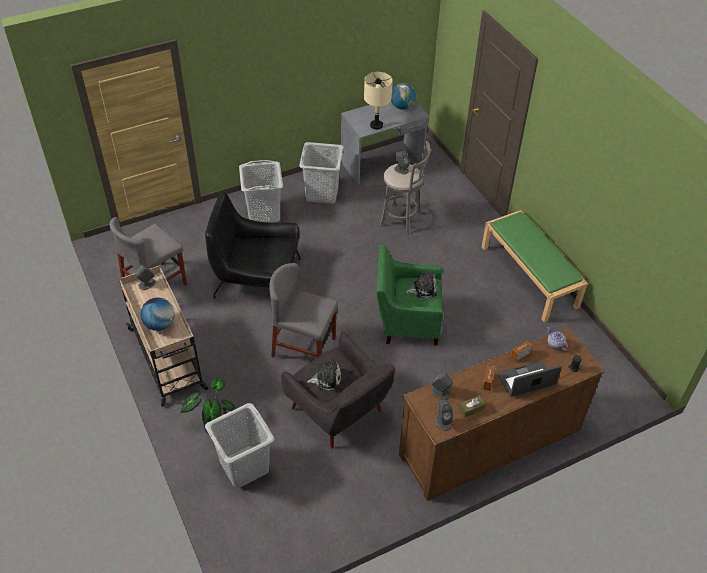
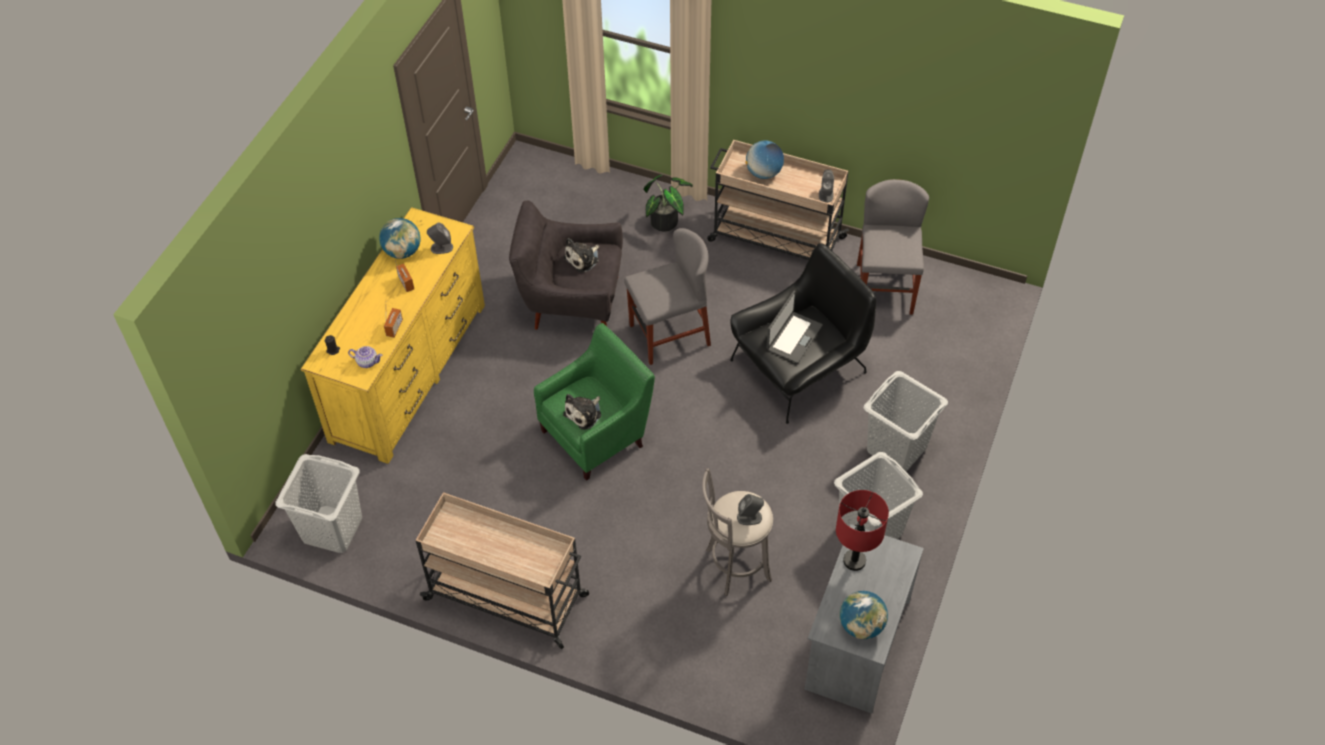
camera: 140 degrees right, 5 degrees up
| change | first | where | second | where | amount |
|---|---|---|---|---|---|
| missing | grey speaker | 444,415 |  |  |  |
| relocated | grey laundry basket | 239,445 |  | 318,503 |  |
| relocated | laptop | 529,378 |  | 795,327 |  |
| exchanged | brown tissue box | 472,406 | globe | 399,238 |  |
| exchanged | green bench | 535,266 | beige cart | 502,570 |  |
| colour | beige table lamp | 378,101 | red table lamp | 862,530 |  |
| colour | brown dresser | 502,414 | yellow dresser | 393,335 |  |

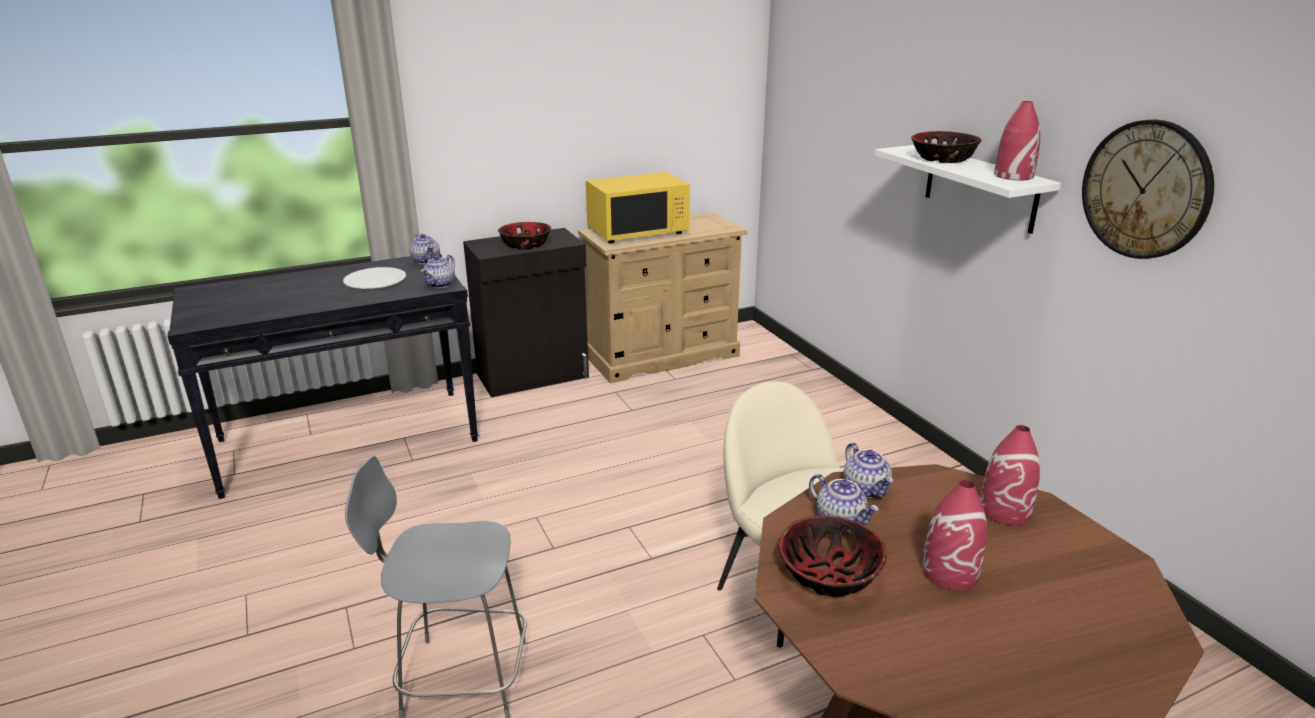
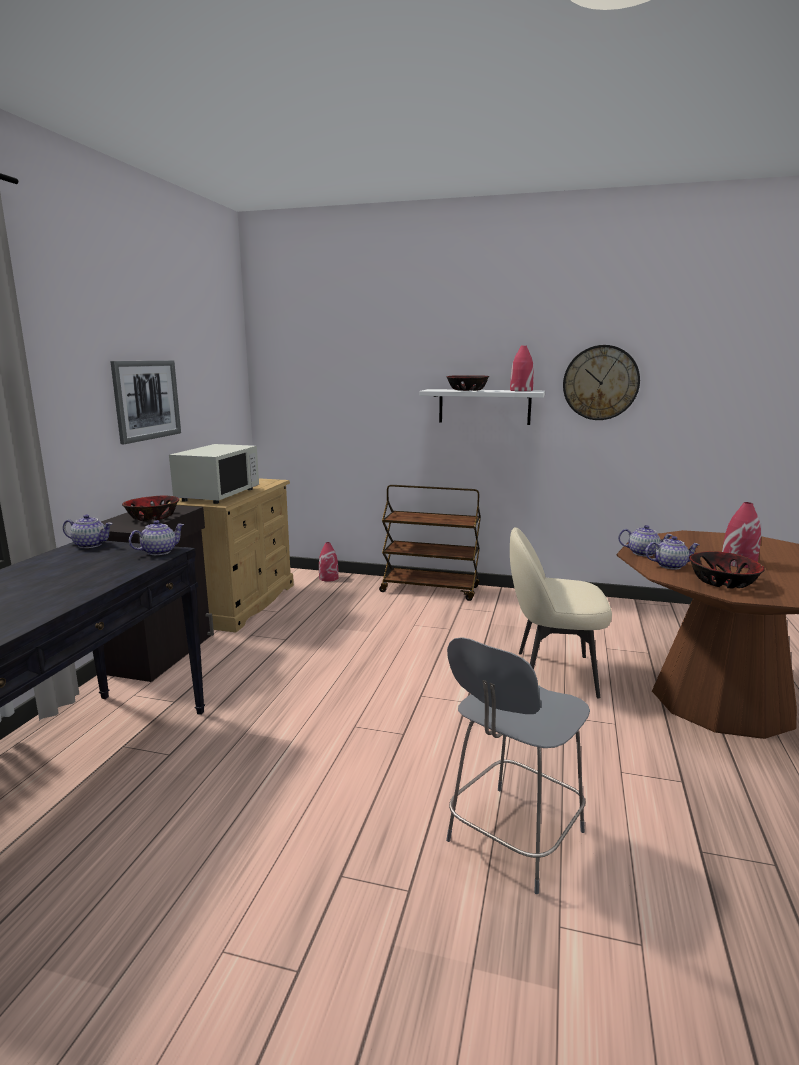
camera: 50 degrees left, 10 degrees down
| change | first | where | second | where | amount |
|---|---|---|---|---|---|
| missing | white plate | 374,278 |  |  |  |
| appeared |  |  | picture | 145,402 |  |
| appeared |  |  | brown cart | 430,543 |  |
| relocated | red vase | 1010,475 |  | 329,562 |  |
| colour | yellow microwave | 638,208 | white microwave | 214,474 |  |
| spun | teapot | 437,271 |  | 156,537 | 105 degrees counterclockwise |

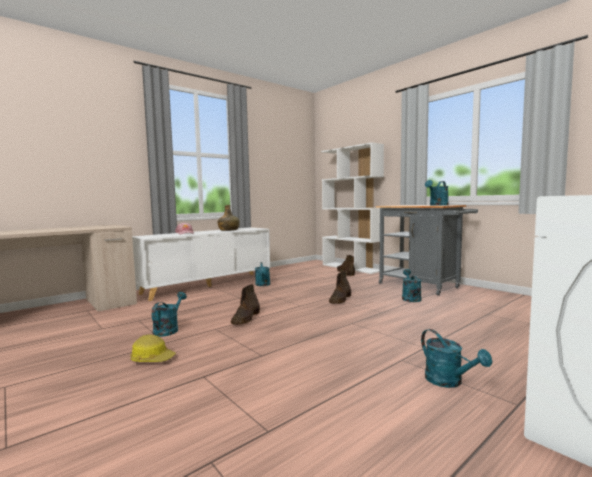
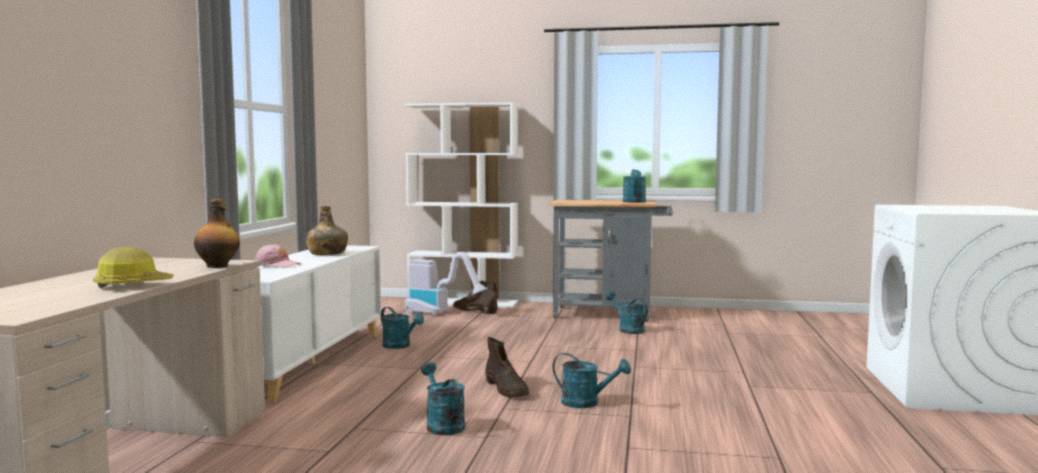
camera: 40 degrees left, 0 degrees up
| change | first | where | second | where | amount |
|---|---|---|---|---|---|
| missing | brown boot | 340,287 |  |  |  |
| appeared |  |  | bottle | 217,233 |  |
| appeared |  |  | vacuum cleaner | 446,284 |  |
| relocated | hard hat | 153,348 |  | 133,268 |  |
| relocated | turquoise watering can | 456,358 |  | 591,380 |  |

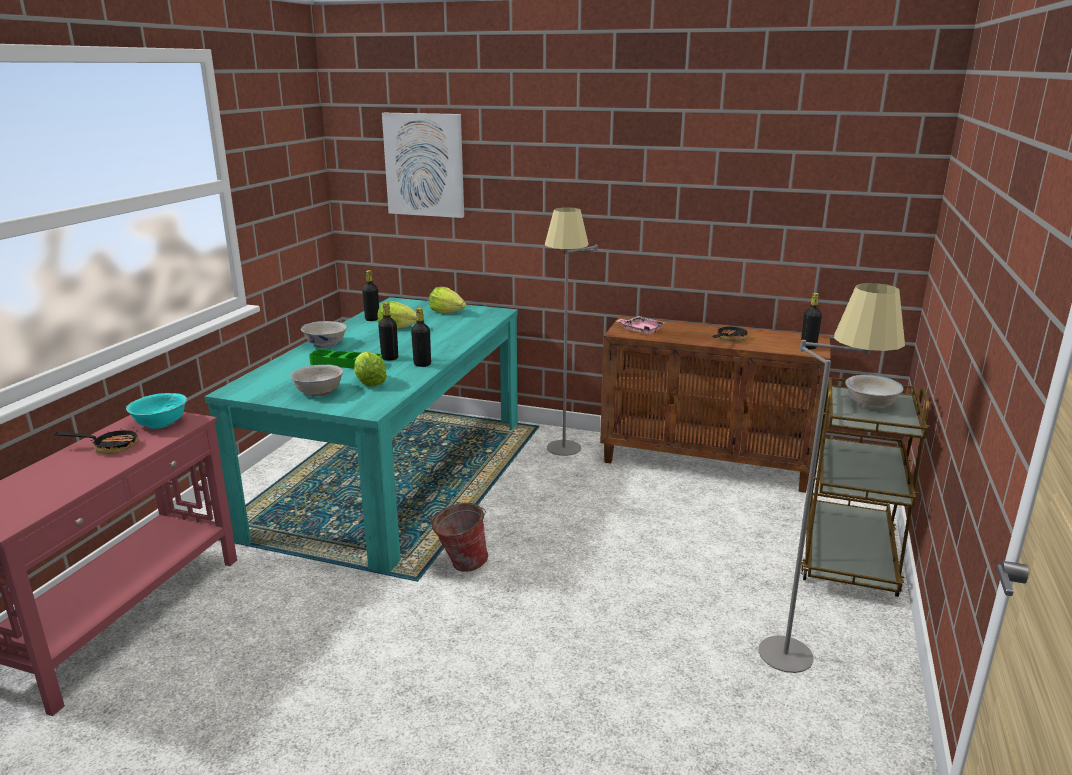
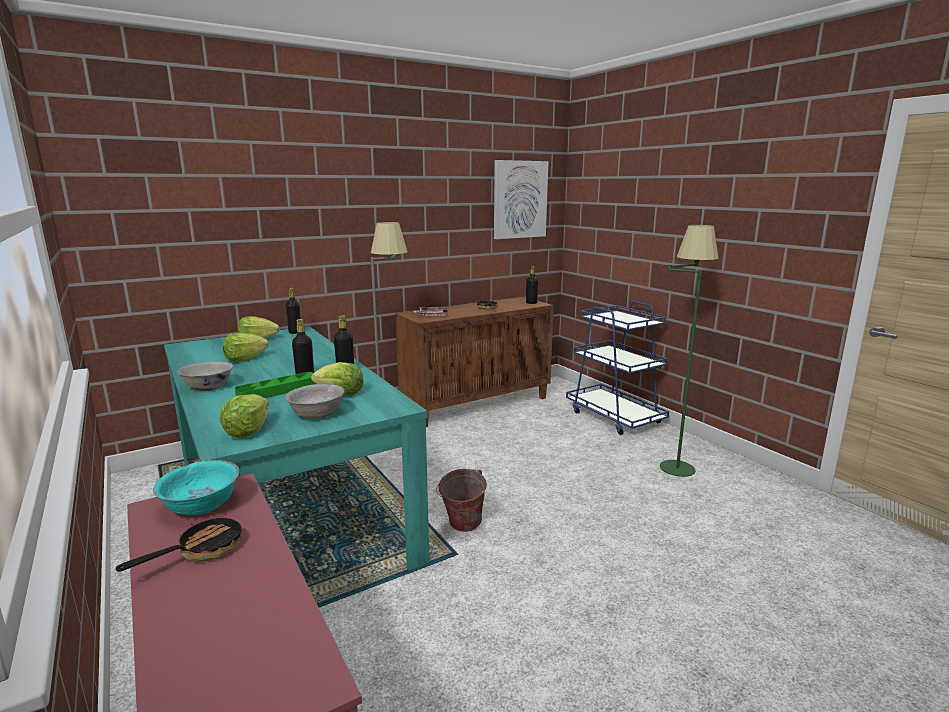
camera: 50 degrees left, 5 degrees down
| change | first | where | second | where | amount |
|---|---|---|---|---|---|
| missing | white bowl | 874,392 |  |  |  |
| appeared |  |  | lettuce | 244,416 |  |
| relocated | black bottle | 370,295 |  | 293,311 |  |
| relocated | picture | 423,165 |  | 521,199 |  |
| colour | grey floor lamp | 831,478 | green floor lamp | 689,351 |  |
| colour | brown cart | 865,487 | blue cart | 617,368 |  |

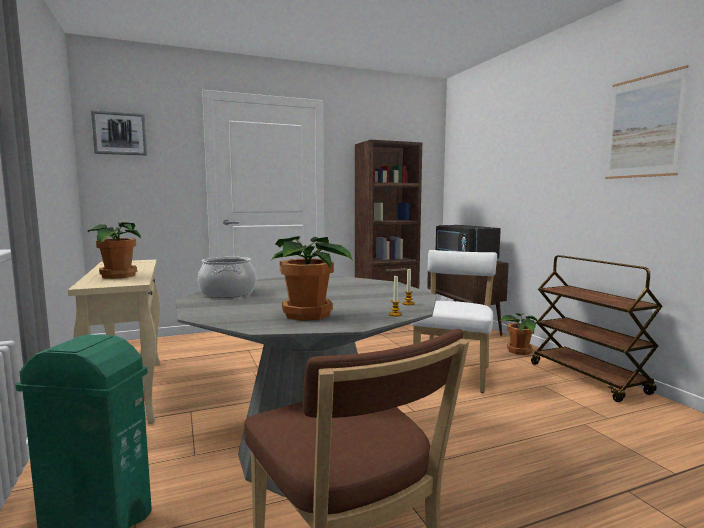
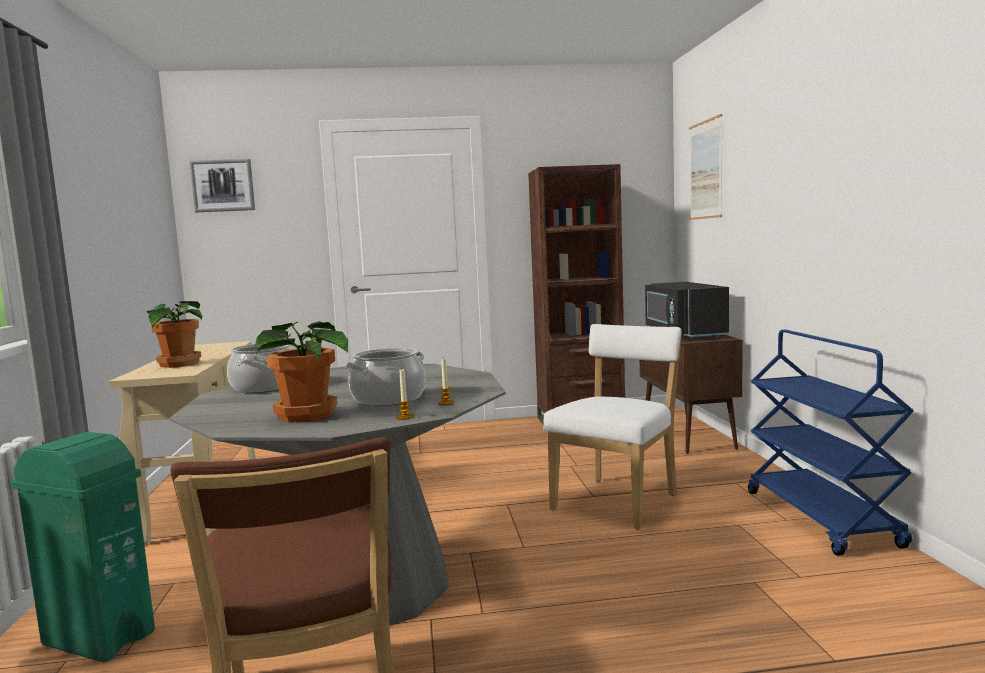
camera: 15 degrees right, 0 degrees up
| change | first | where | second | where | amount |
|---|---|---|---|---|---|
| missing | potted plant | 518,334 |  |  |  |
| appeared |  |  | cooking pot | 386,377 |  |
| relocated | picture | 647,122 |  | 705,167 |  |
| colour | brown cart | 597,328 | blue cart | 831,442 |  |

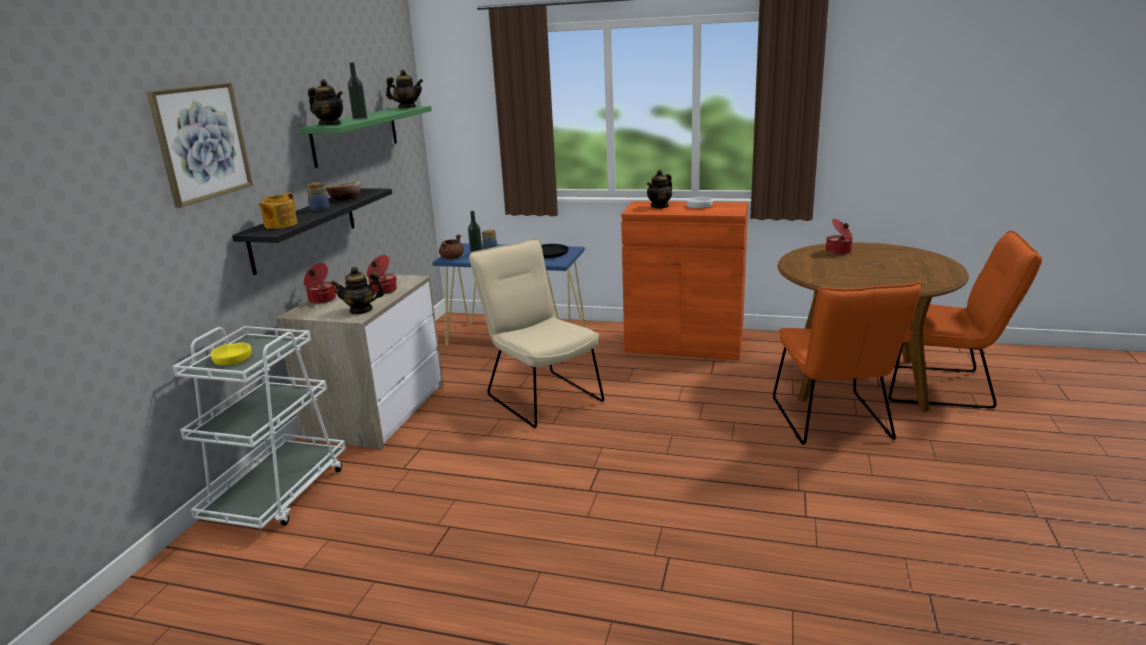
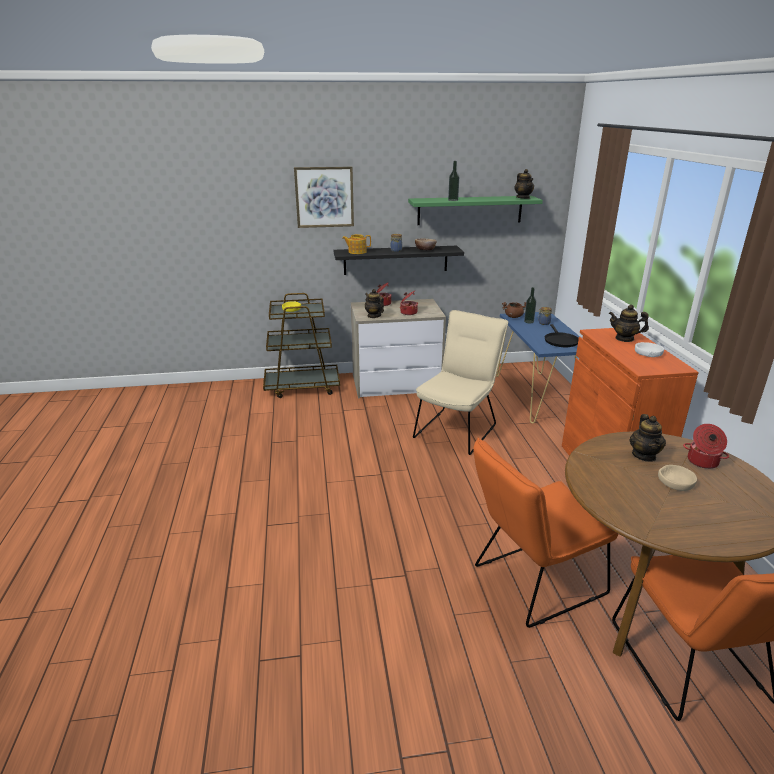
camera: 65 degrees right, 5 degrees up
| change | first | where | second | where | amount |
|---|---|---|---|---|---|
| appeared |  |  | beige bowl | 677,478 |  |
| relocated | teapot | 325,102 |  | 648,438 |  |
| colour | white cart | 259,427 | brown cart | 301,345 |  |

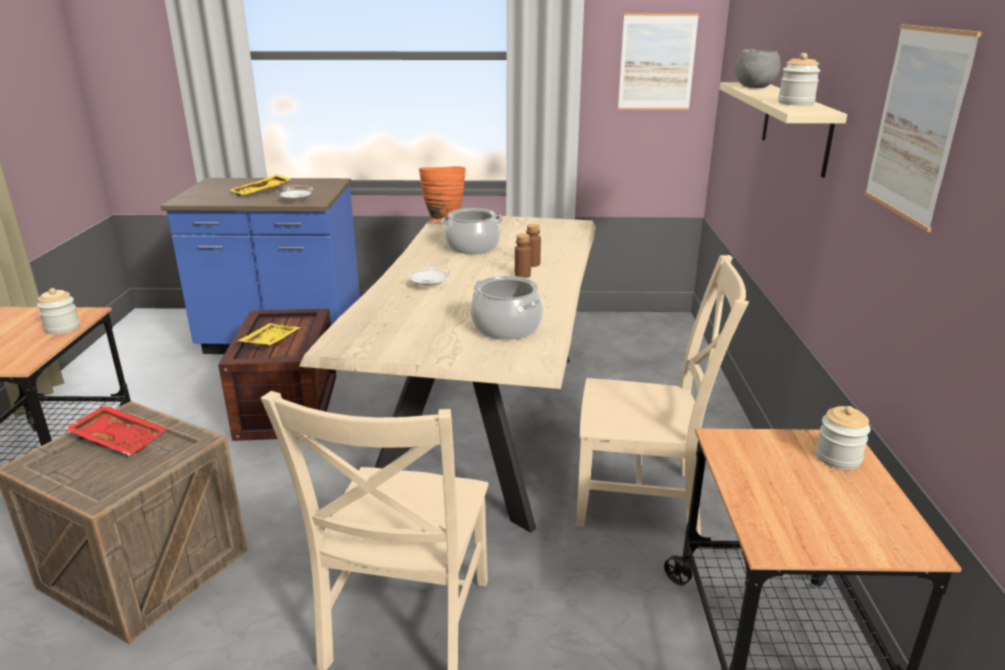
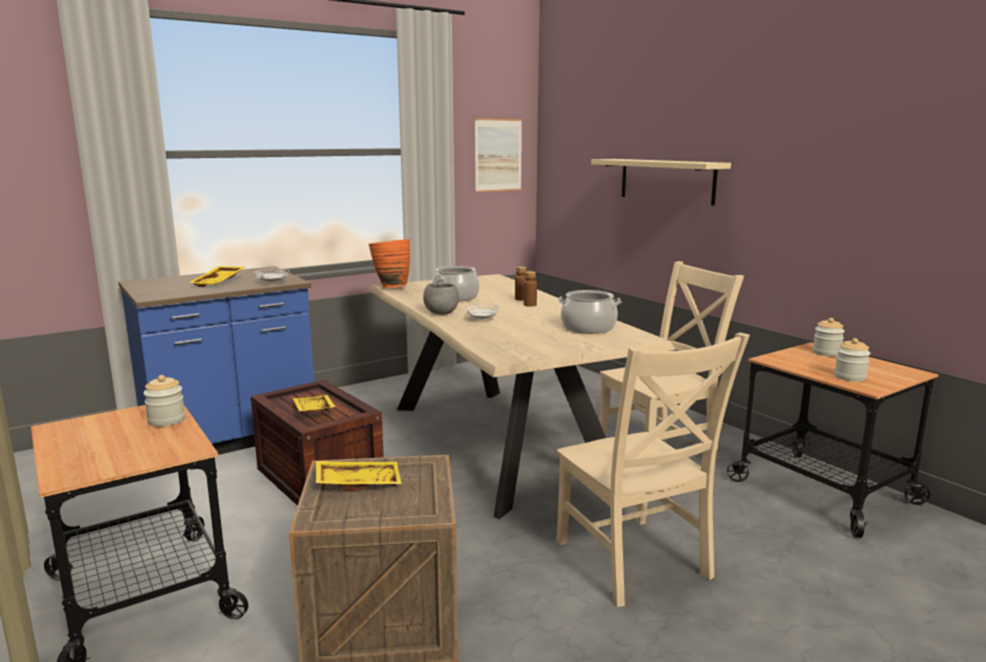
camera: 35 degrees left, 10 degrees down
| change | first | where | second | where | amount |
|---|---|---|---|---|---|
| missing | picture | 923,128 |  |  |  |
| relocated | grey bowl | 757,68 |  | 441,299 |  |
| relocated | jar | 799,79 |  | 852,360 |  |
| colour | red tray | 116,430 | yellow tray | 359,476 |  |

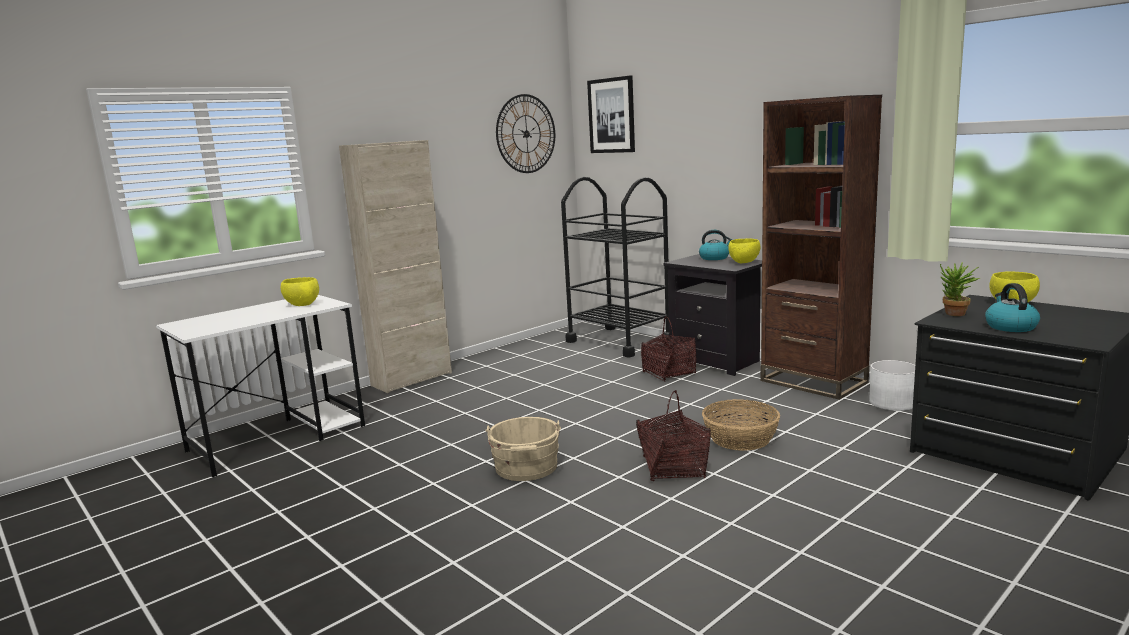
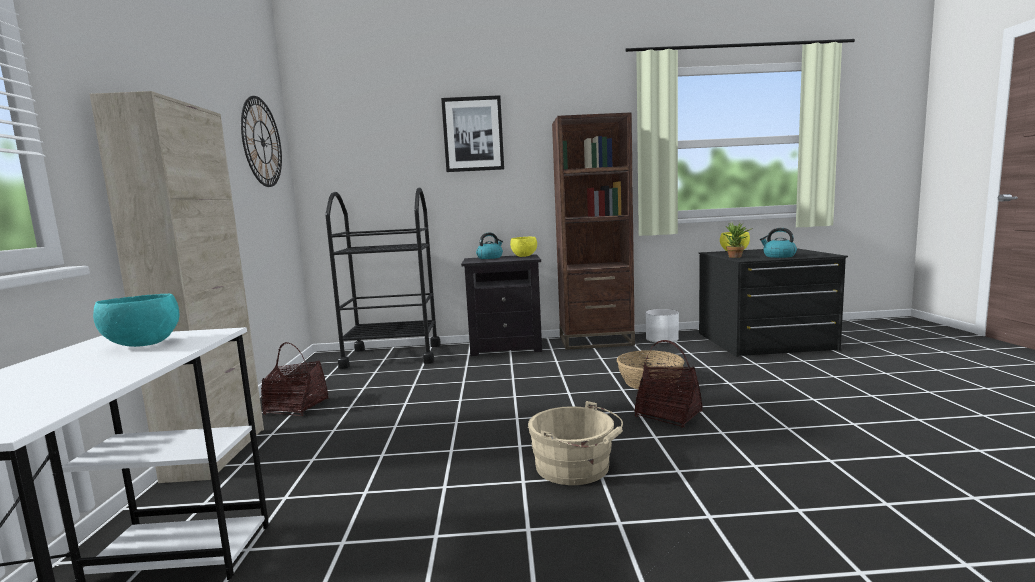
camera: 50 degrees left, 5 degrees down
| change | first | where | second | where | amount |
|---|---|---|---|---|---|
| relocated | picture | 611,114 |  | 472,133 |  |
| relocated | basket | 668,349 |  | 295,379 |  |
| colour | yellow bowl | 300,291 | turquoise bowl | 136,320 |  |

